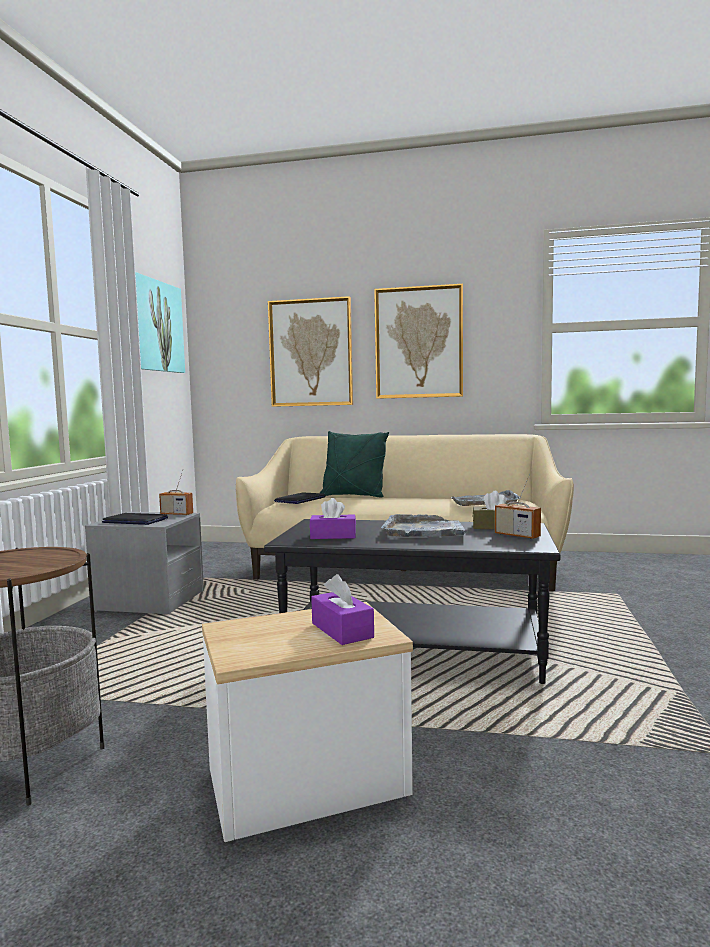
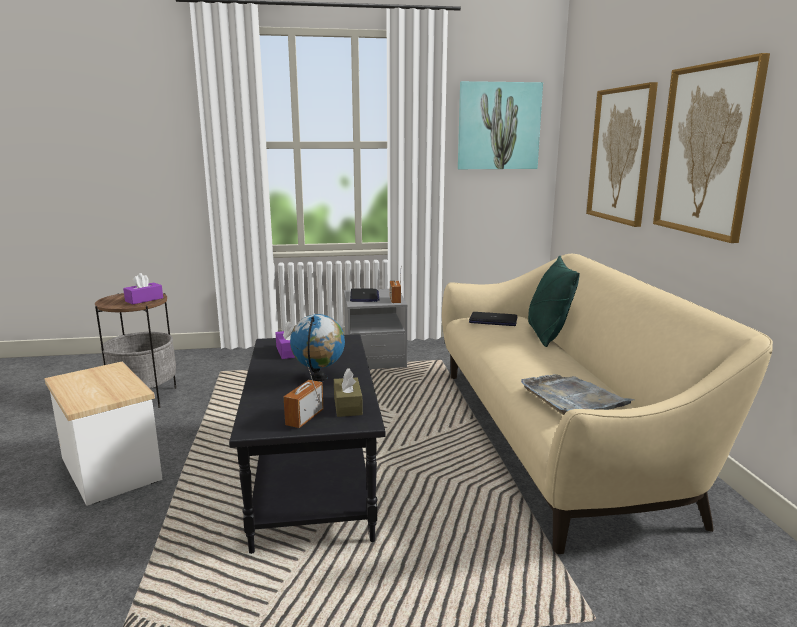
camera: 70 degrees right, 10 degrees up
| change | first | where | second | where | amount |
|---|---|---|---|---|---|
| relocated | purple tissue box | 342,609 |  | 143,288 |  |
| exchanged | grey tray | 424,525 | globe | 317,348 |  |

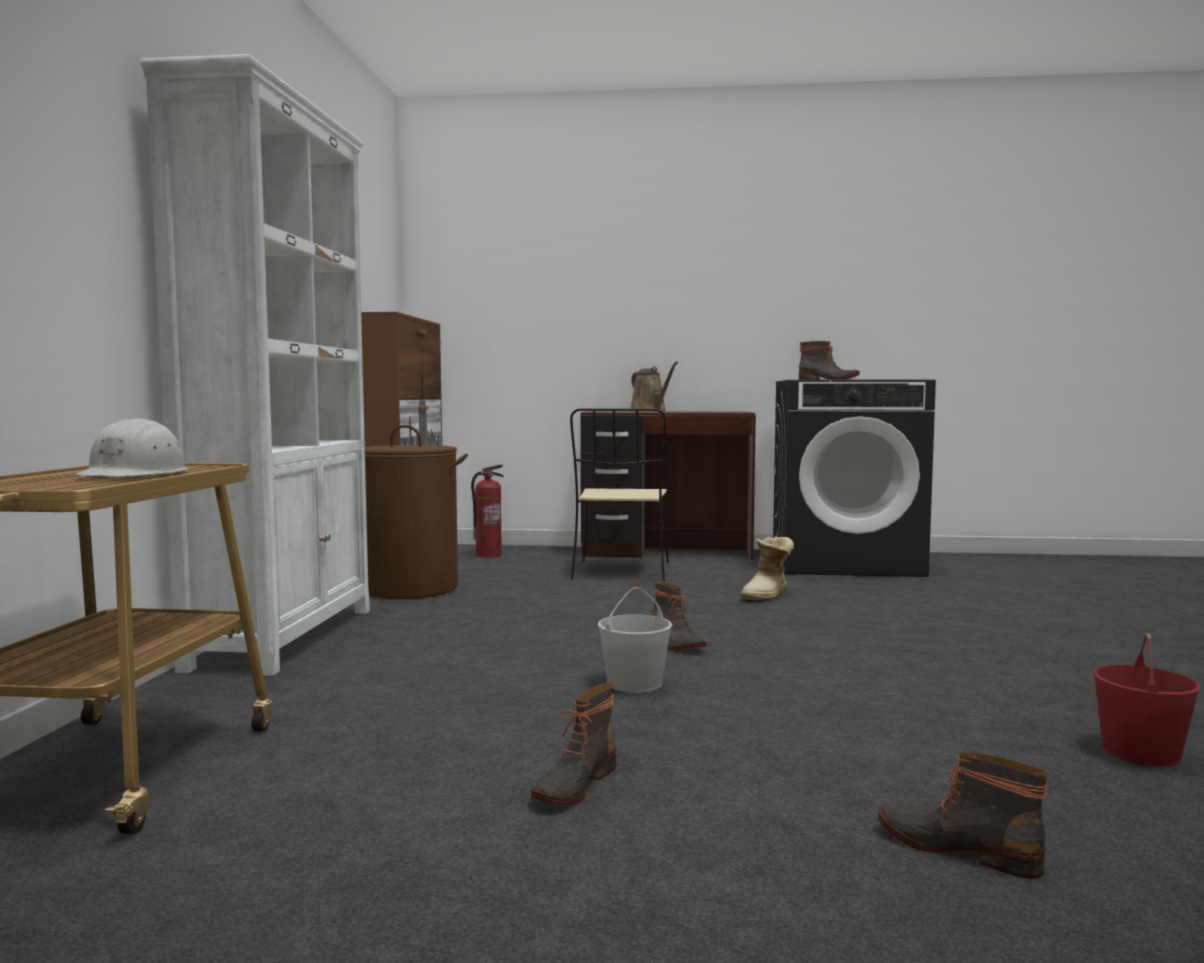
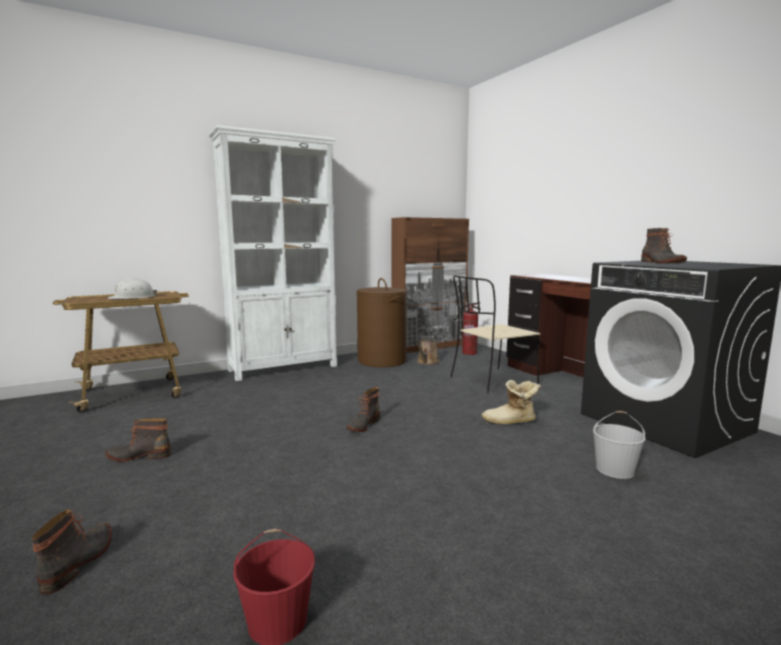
camera: 55 degrees right, 5 degrees up
| change | first | where | second | where | amount |
|---|---|---|---|---|---|
| relocated | white bucket | 635,640 |  | 619,445 |  |
| relocated | brown watering can | 654,386 |  | 427,350 |  |

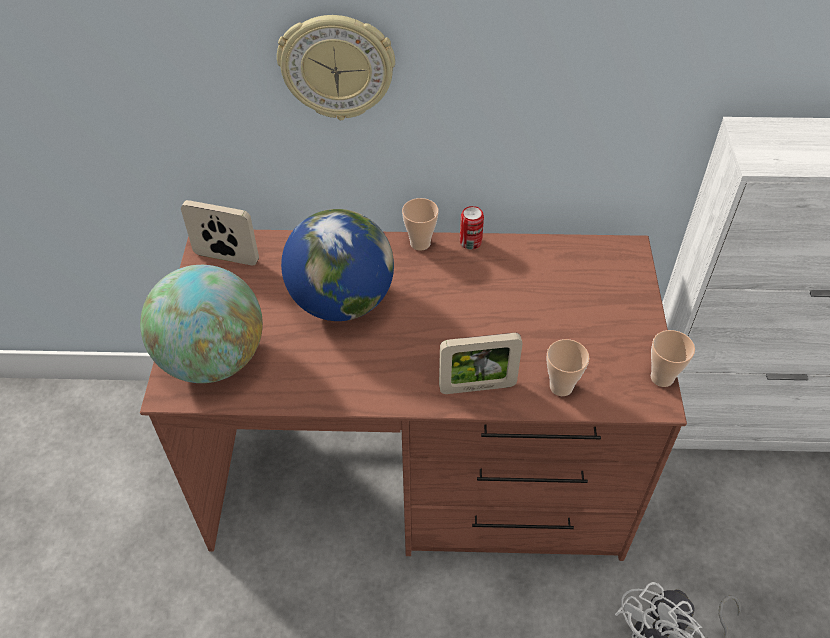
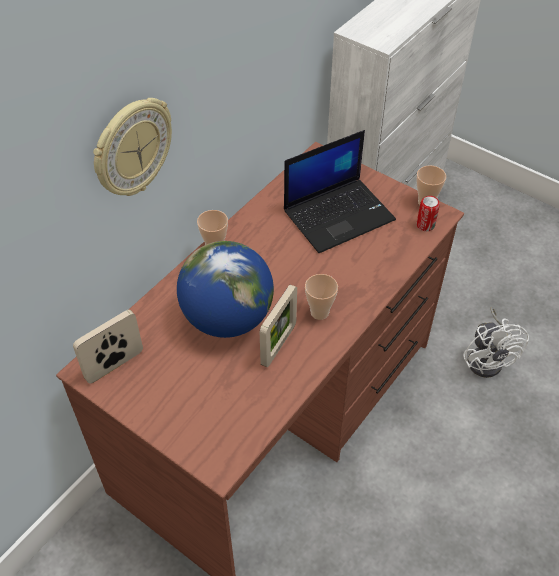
camera: 55 degrees left, 0 degrees up
| change | first | where | second | where | amount |
|---|---|---|---|---|---|
| missing | globe | 201,324 |  |  |  |
| appeared |  |  | laptop | 340,191 |  |
| relocated | picture frame | 481,363 |  | 278,326 |  |
| relocated | can | 472,227 |  | 428,213 |  |
| relocated | cup | 567,367 |  | 321,297 |  |

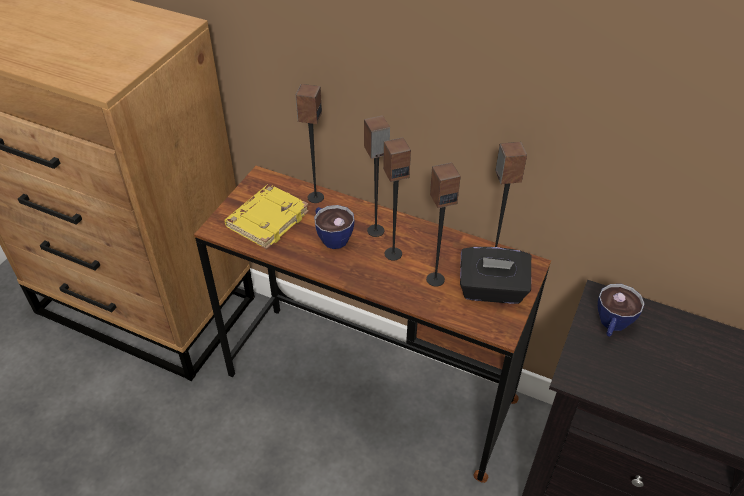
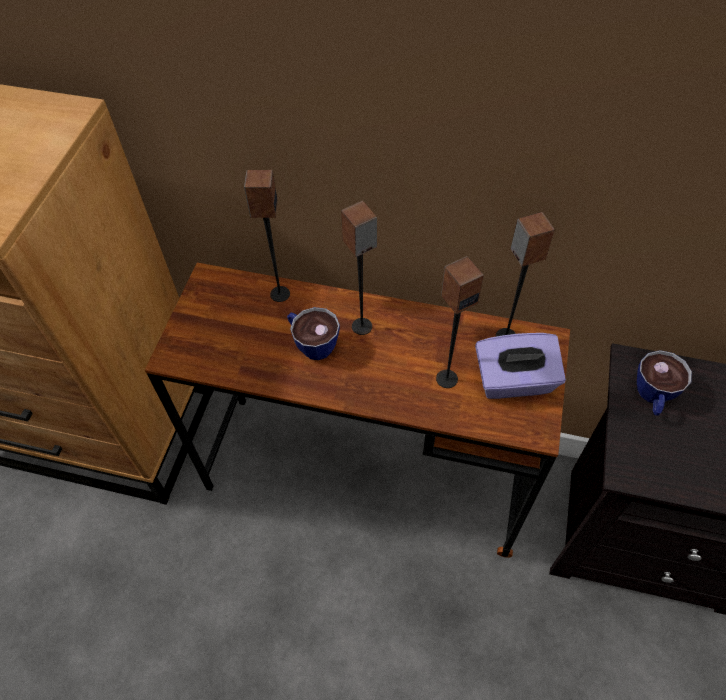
camera: 10 degrees left, 10 degrees up
| change | first | where | second | where | amount |
|---|---|---|---|---|---|
| missing | yellow book | 266,216 |  |  |  |
| missing | speaker | 397,199 |  |  |  |
| colour | black tissue box | 495,275 | purple tissue box | 520,366 |  |

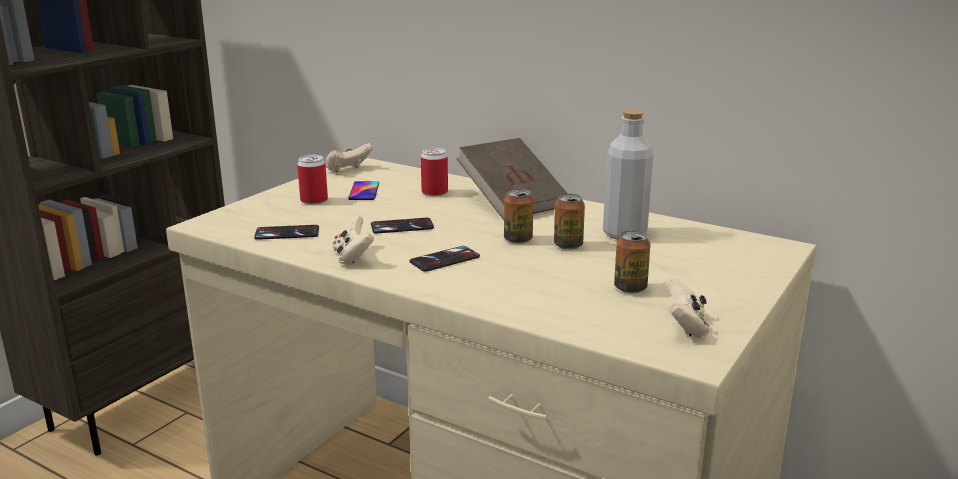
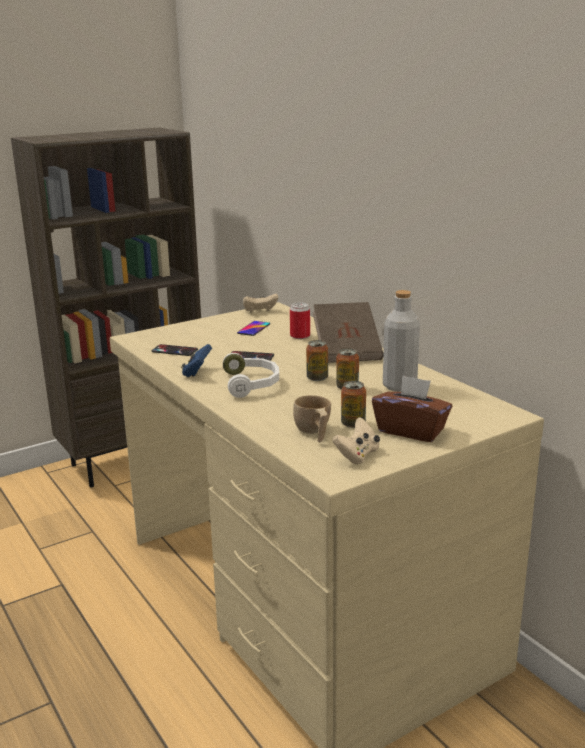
camera: 25 degrees right, 0 degrees up
| change | first | where | second | where | amount |
|---|---|---|---|---|---|
| missing | can | 312,180 |  |  |  |
| appeared |  |  | beige cup | 312,418 |  |
| appeared |  |  | brown tissue box | 412,408 |  |
| exchanged | phone | 444,259 | white headphones | 251,375 |  |
| colour | beige game controller | 353,240 | blue game controller | 196,360 |  |

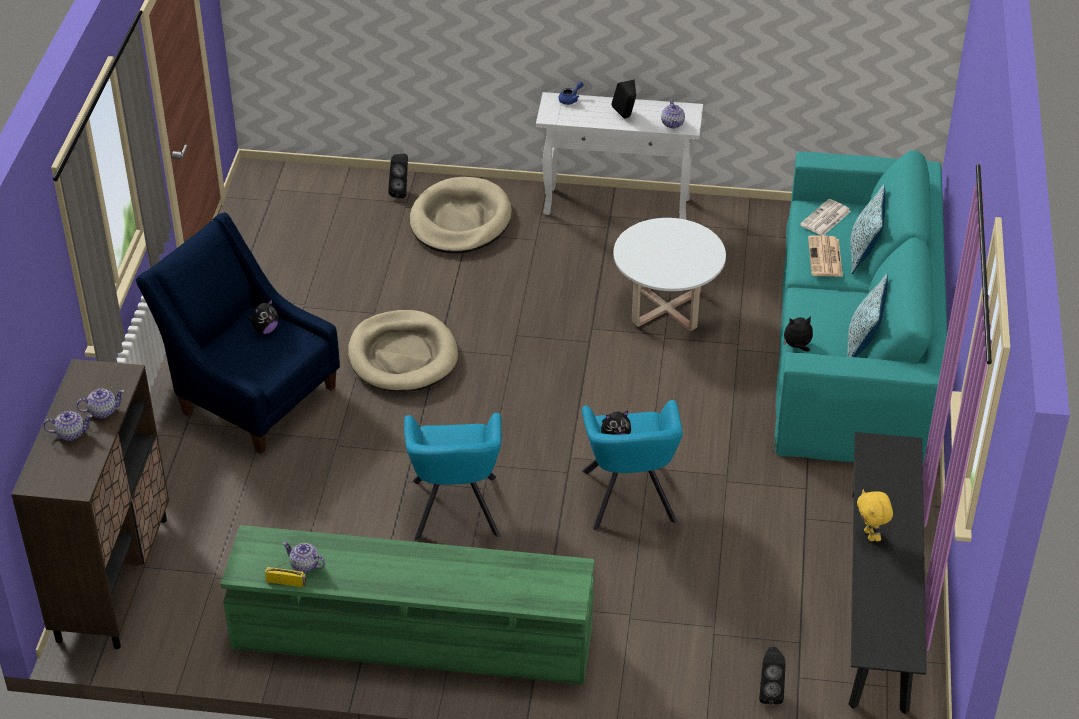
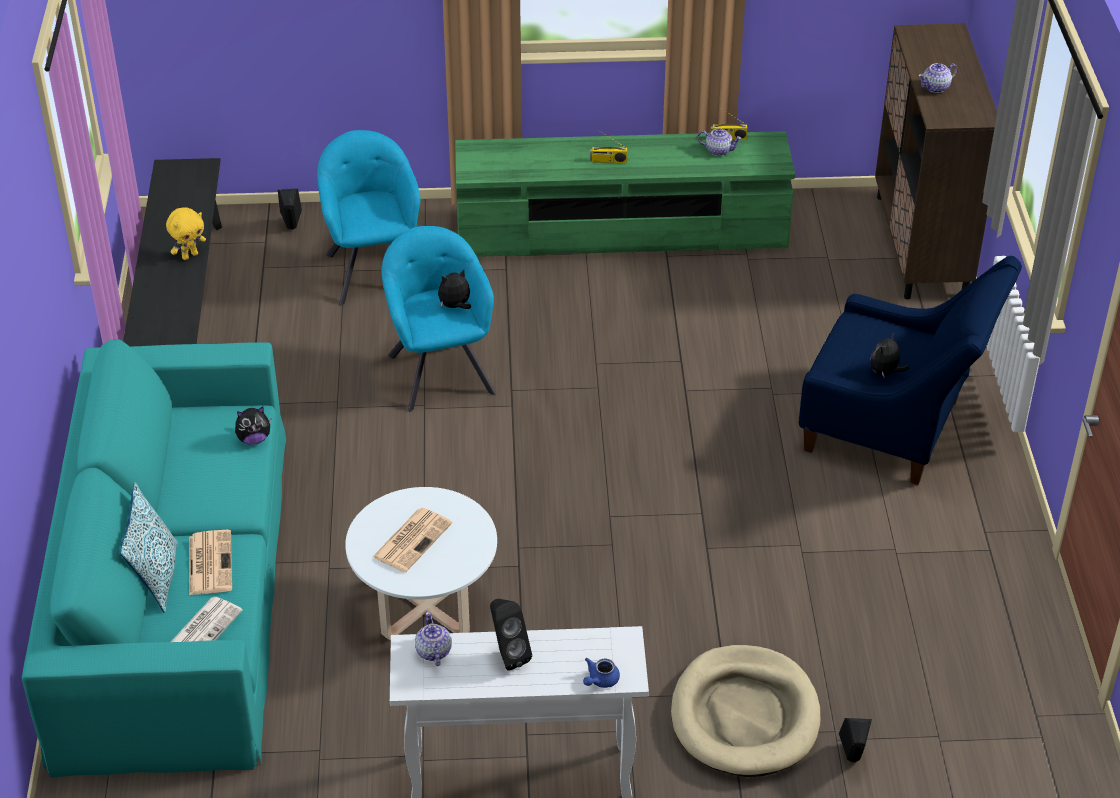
camera: 170 degrees right, 0 degrees up
| change | first | where | second | where | amount |
|---|---|---|---|---|---|
| missing | teapot | 68,426 |  |  |  |
| missing | beige dog bed | 403,351 |  |  |  |
| missing | pillow | 867,315 |  |  |  |
| appeared |  |  | newspaper | 412,540 |  |
| appeared |  |  | radio | 608,146 |  |
| relocated | turquoise armchair | 452,477 |  | 369,218 |  |
| spun | yellow plush toy | 875,515 |  | 186,233 | 75 degrees clockwise |

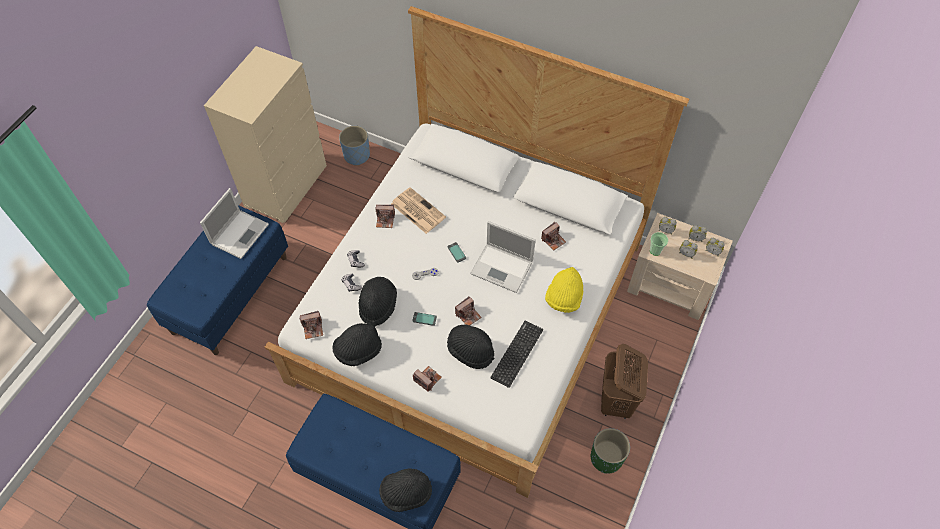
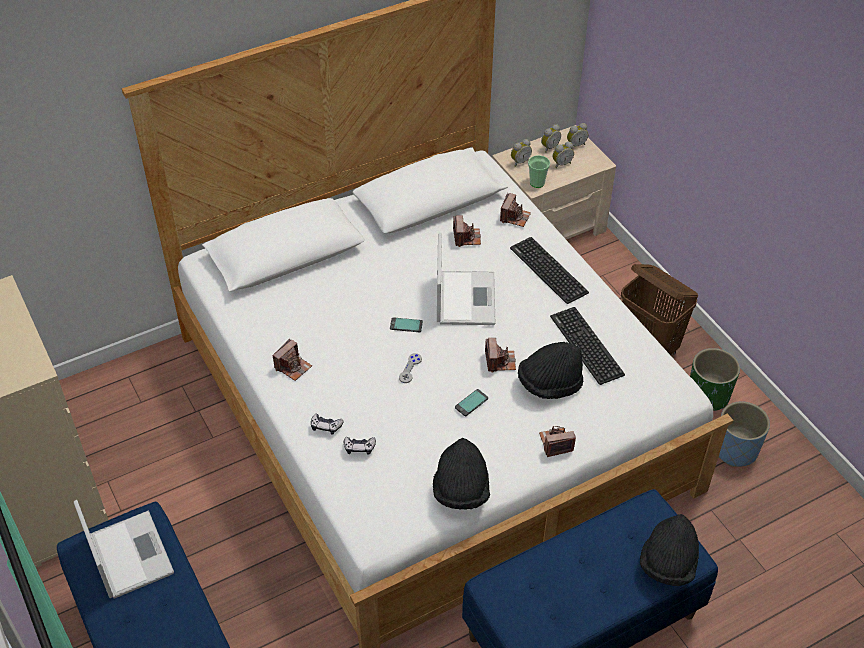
camera: 55 degrees left, 10 degrees down
| change | first | where | second | where | amount |
|---|---|---|---|---|---|
| missing | black hat | 377,301 |  |  |  |
| missing | newspaper | 418,210 |  |  |  |
| relocated | photo camera | 311,325 |  | 515,210 |  |
| relocated | blue planter | 354,146 |  | 744,434 |  |
| exchanged | yellow hat | 564,290 | keyboard | 549,270 |  |
| spun | laptop | 503,257 |  | 466,279 | 60 degrees counterclockwise |

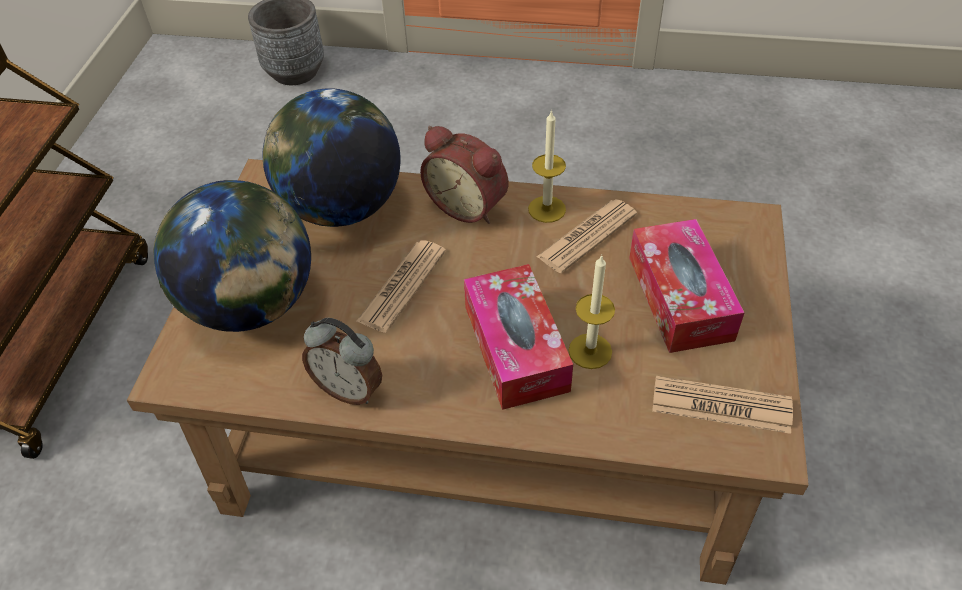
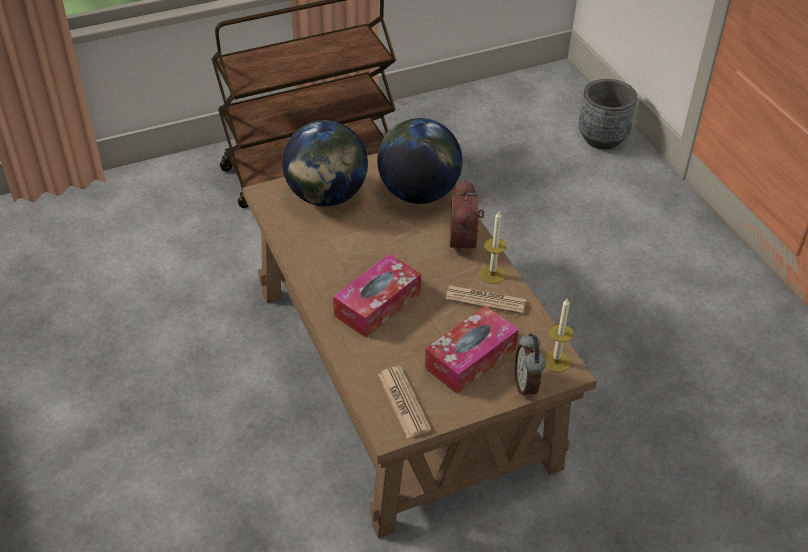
camera: 55 degrees right, 5 degrees down
| change | first | where | second | where | amount |
|---|---|---|---|---|---|
| missing | newspaper | 401,286 |  |  |  |
| relocated | alarm clock | 342,361 |  | 530,365 |  |
| relocated | candle | 591,312 |  | 558,336 |  |

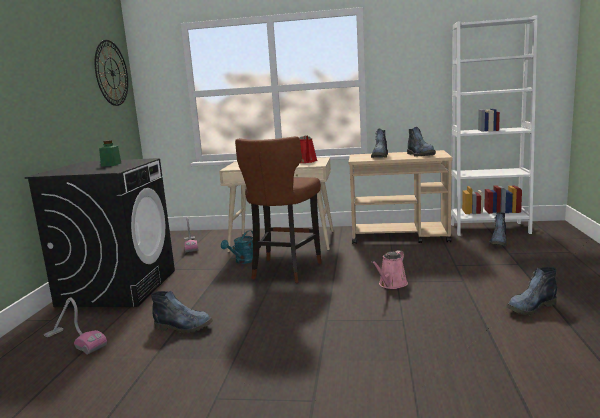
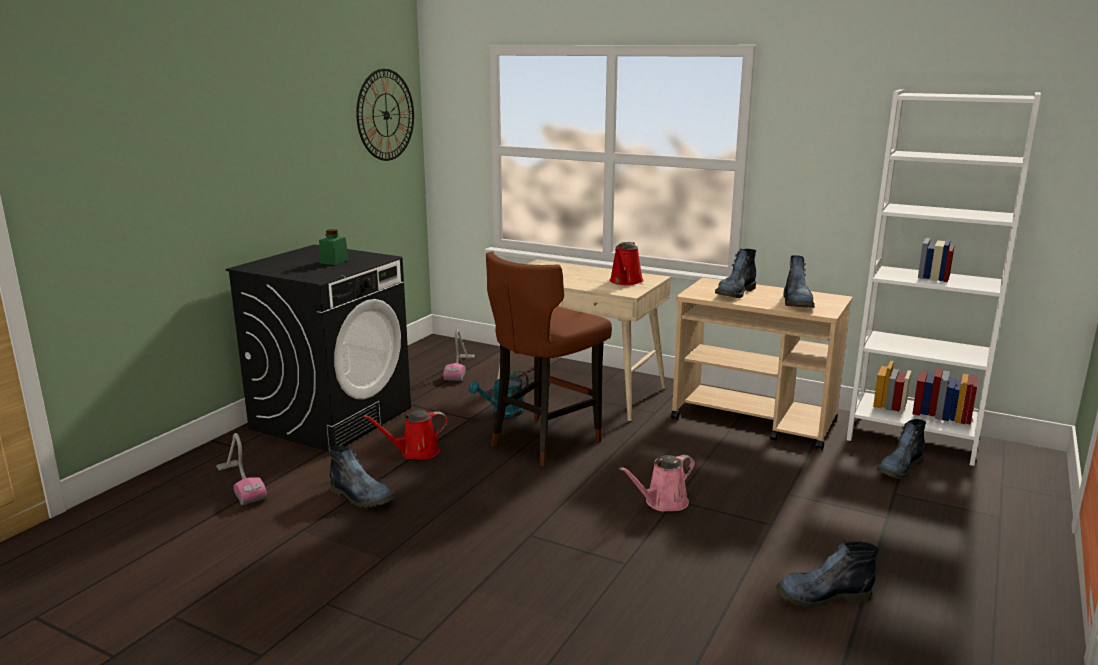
camera: 20 degrees right, 5 degrees up
| change | first | where | second | where | amount |
|---|---|---|---|---|---|
| appeared |  |  | red watering can | 405,435 |  |

